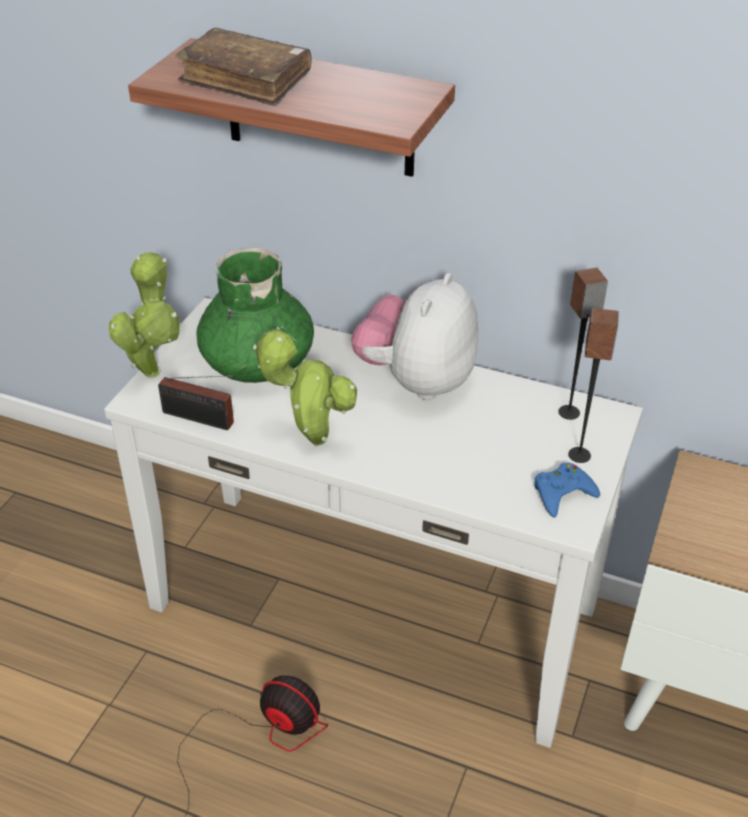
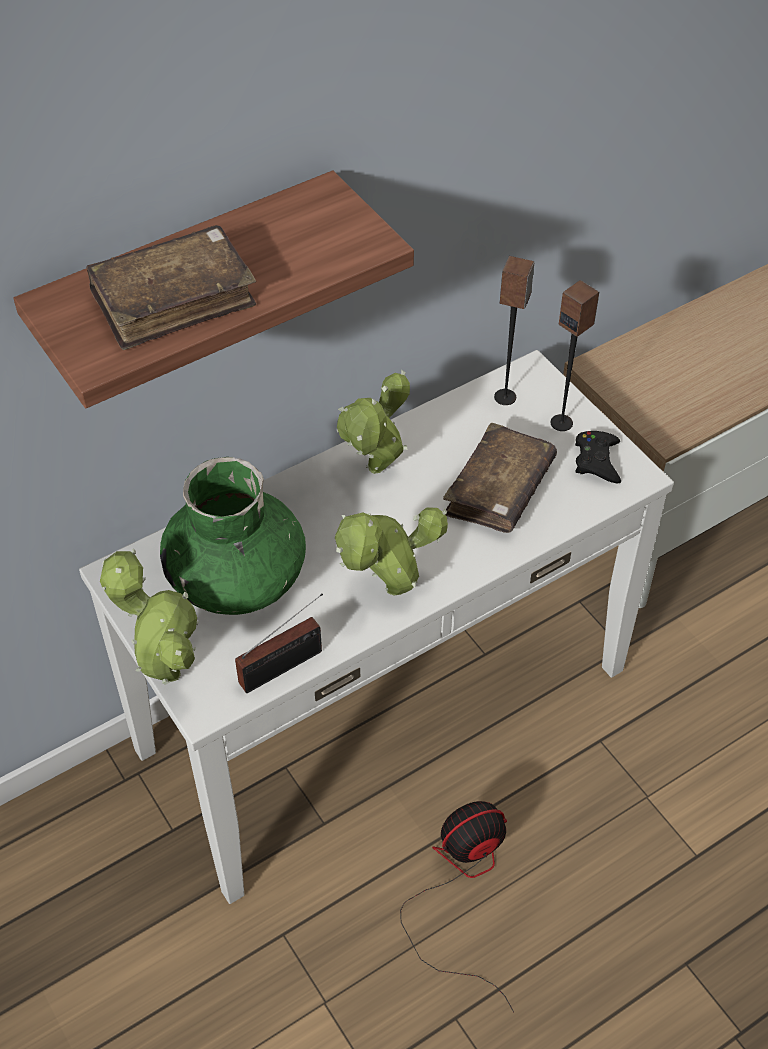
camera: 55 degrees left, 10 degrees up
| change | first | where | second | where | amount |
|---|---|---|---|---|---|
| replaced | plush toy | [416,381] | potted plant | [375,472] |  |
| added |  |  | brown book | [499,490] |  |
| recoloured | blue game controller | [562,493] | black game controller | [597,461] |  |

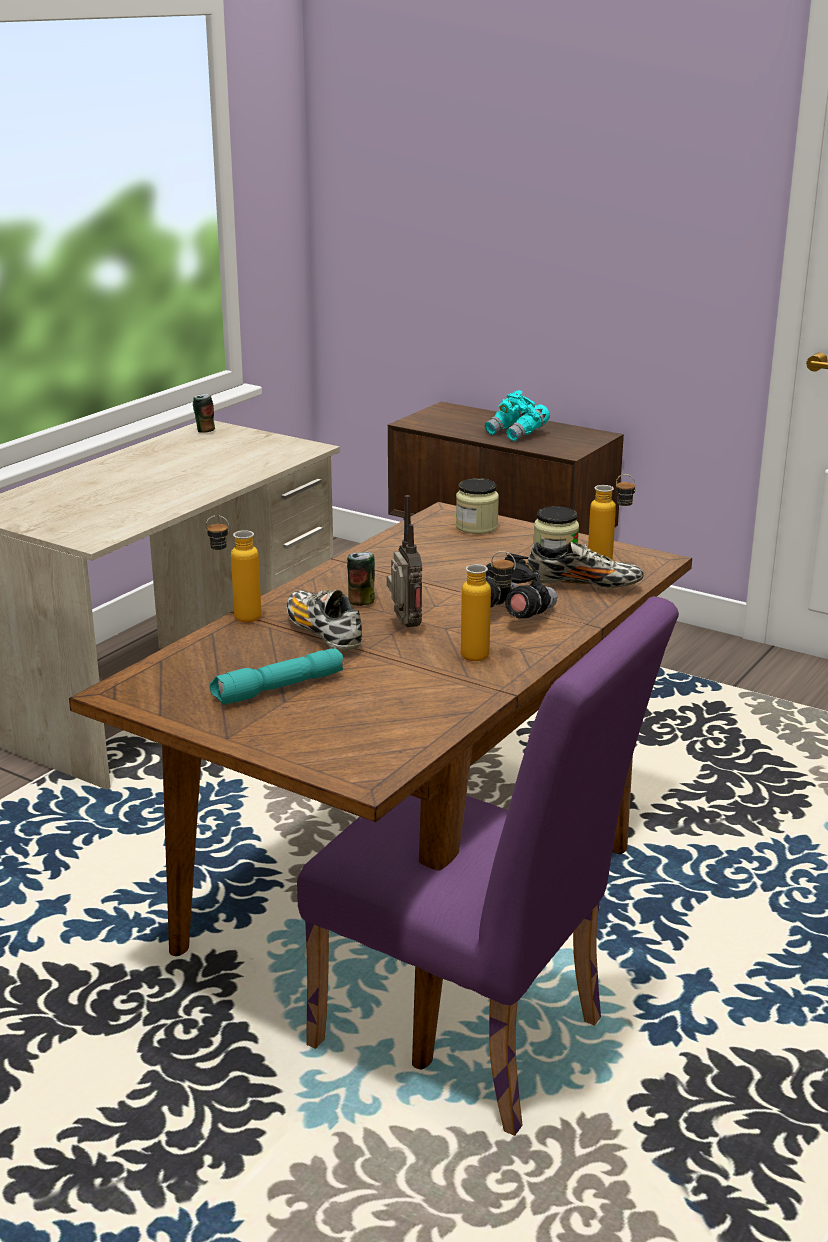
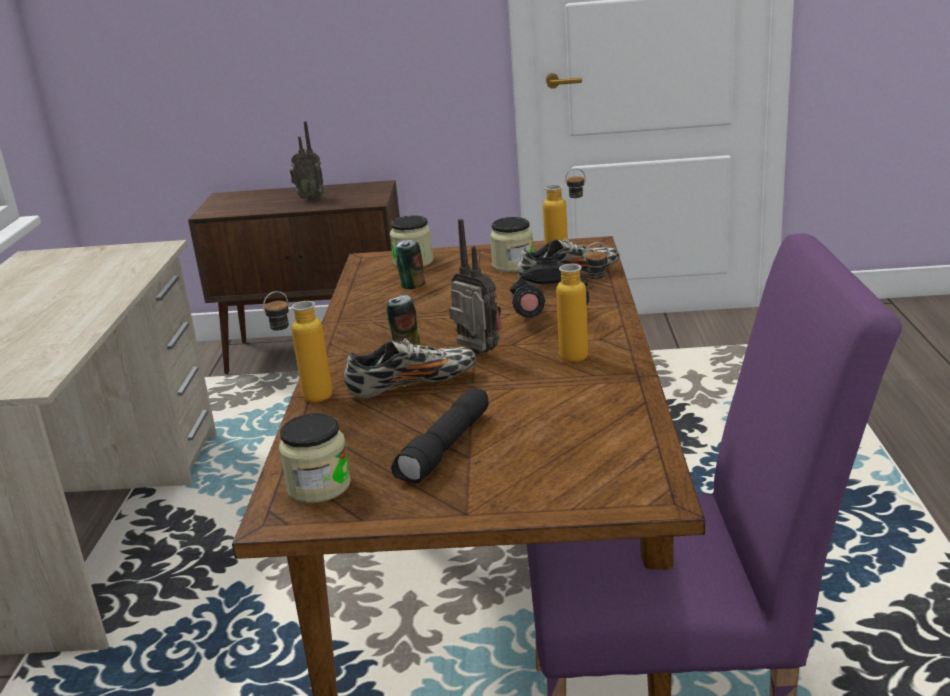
camera: 30 degrees left, 0 degrees up
| change | first | where | second | where | amount |
|---|---|---|---|---|---|
| added |  |  | jar | [319,486] |  |
| replaced | turquoise binoculars | [517,433] | radio | [311,199] |  |
| turned | shoe | [323,634] |  | [412,385] | 135 degrees clockwise |
| recoloured | turquoise flashlight | [278,689] | black flashlight | [446,448] |  |
| moved | can | [205,430] |  | [411,285] |  |

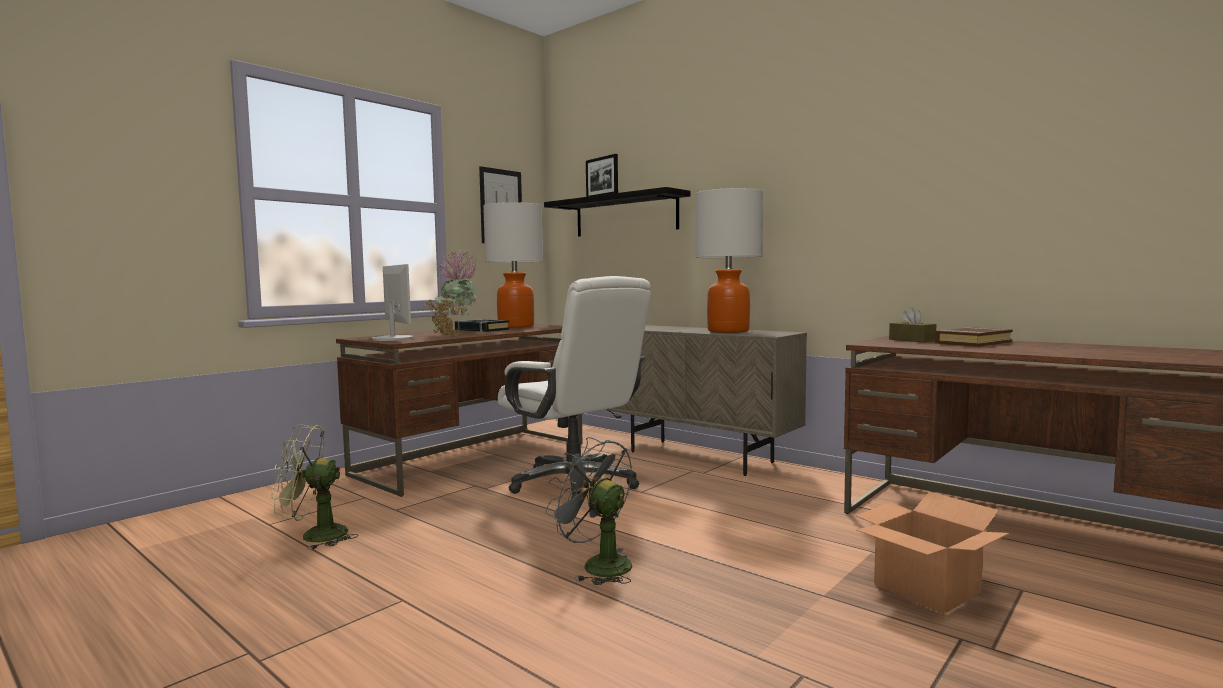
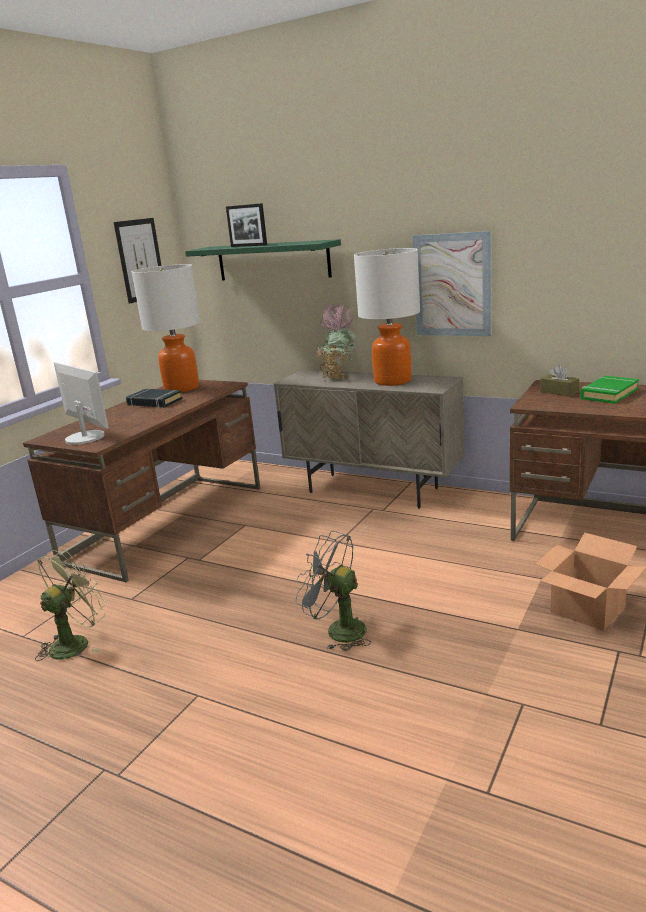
camera: 10 degrees left, 15 degrees up
| change | first | where | second | where | amount |
|---|---|---|---|---|---|
| turned | green fan | [314,536] |  | [76,643] | 150 degrees clockwise |
| recoloured | black shelf | [625,215] | green shelf | [272,261] |  |
| moved | potted plant | [454,335] |  | [338,377] |  |
| added |  |  | picture | [452,285] |  |
| recoloured | brown book | [972,343] | green book | [608,394] |  |
| removed | white office chair | [575,484] |  |  |  |

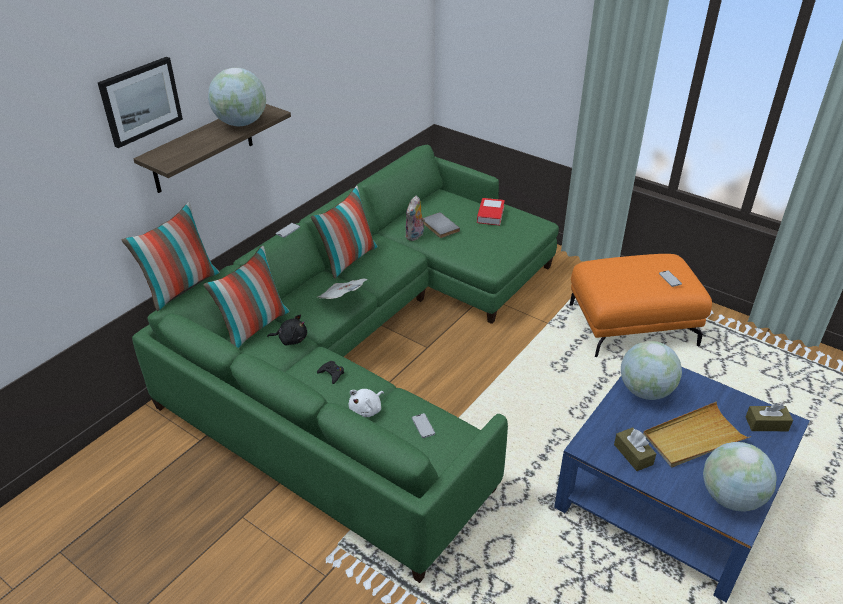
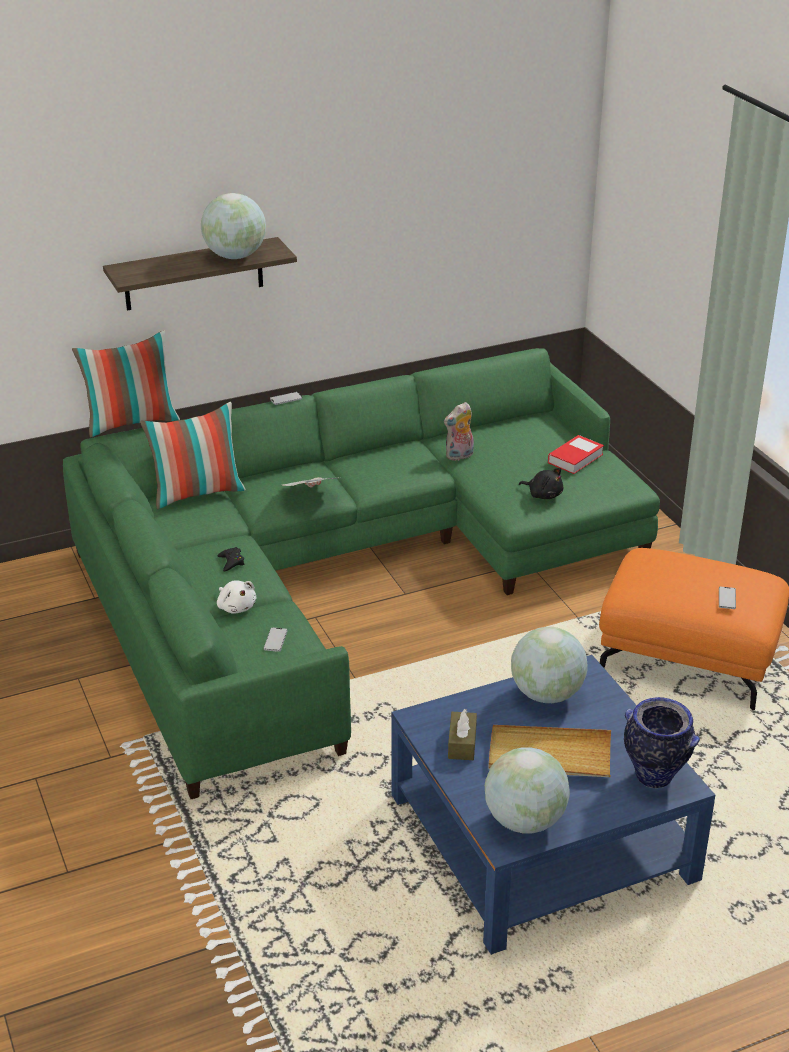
camera: 30 degrees right, 5 degrees down
| change | first | where | second | where | amount |
|---|---|---|---|---|---|
| turned | white plush toy | [367,410] |  | [236,607] | 105 degrees counterclockwise |
| moved | black plush toy | [291,339] |  | [543,494] |  |
| replaced | brown tissue box | [766,424] | vase | [655,777] |  |
| removed | picture | [140,101] |  |  |  |
| removed | pillow | [348,259] |  |  |  |
| removed | grey book | [439,227] |  |  |  |

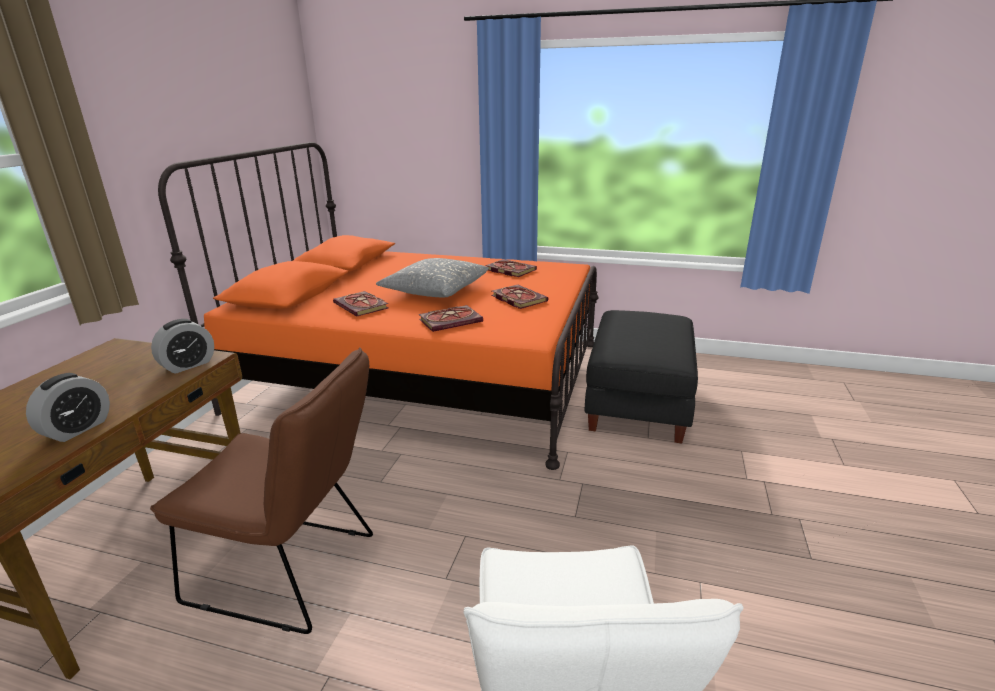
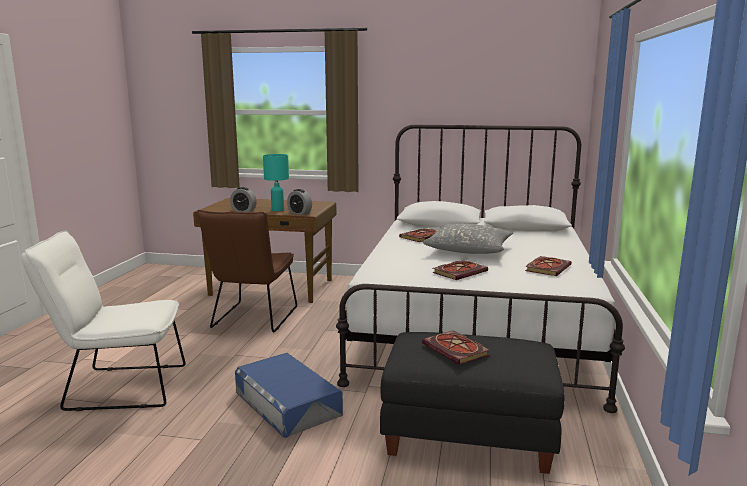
camera: 85 degrees right, 10 degrees down
| change | first | where | second | where | amount |
|---|---|---|---|---|---|
| added |  |  | blue storage box | [288,403] |  |
| added |  |  | turquoise table lamp | [277,210] |  |
| recoloured | orange bed | [424,376] | white bed | [476,329] |  |
| moved | book | [451,320] |  | [457,350] |  |

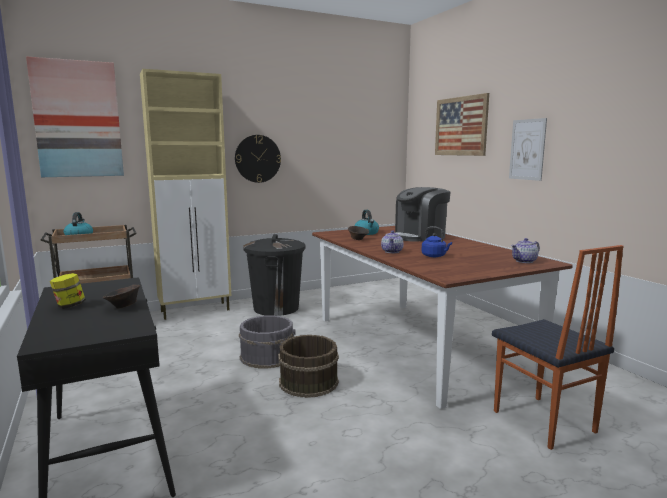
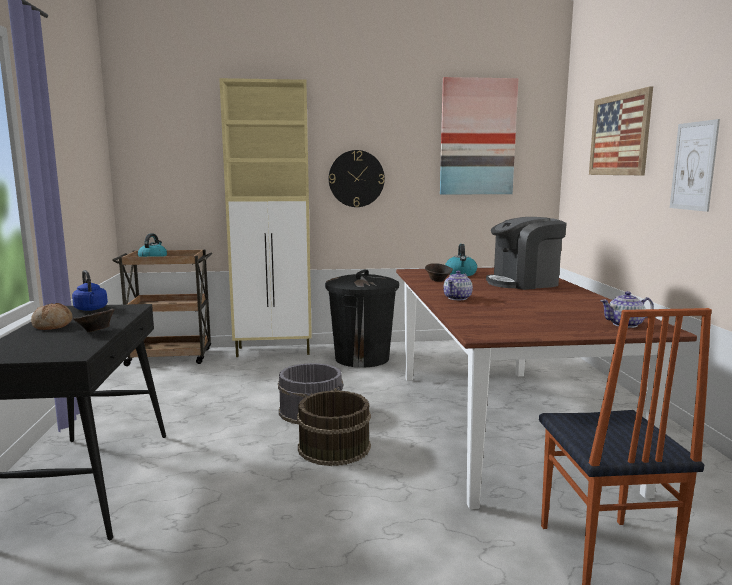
camera: 20 degrees right, 0 degrees up
| change | first | where | second | where | amount |
|---|---|---|---|---|---|
| replaced | jar | [69,306] | bread | [53,325] |  |
| moved | blue kettle | [435,256] |  | [91,309] |  |
| moved | picture | [77,119] |  | [477,137] |  |

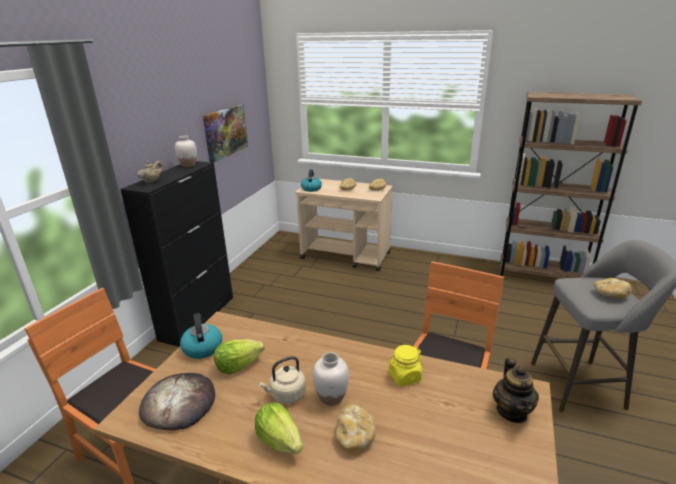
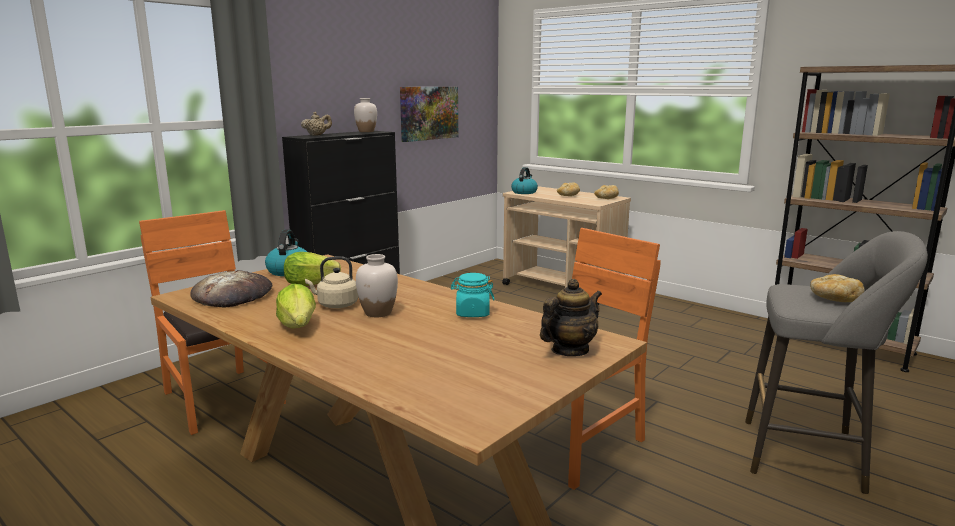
camera: 20 degrees right, 10 degrees down
| change | first | where | second | where | amount |
|---|---|---|---|---|---|
| recoloured | yellow jar | [404,377] | turquoise jar | [472,313] |  |
| turned | teapot | [512,411] |  | [569,350] | 150 degrees counterclockwise |
| removed | bread | [355,436] |  |  |  |

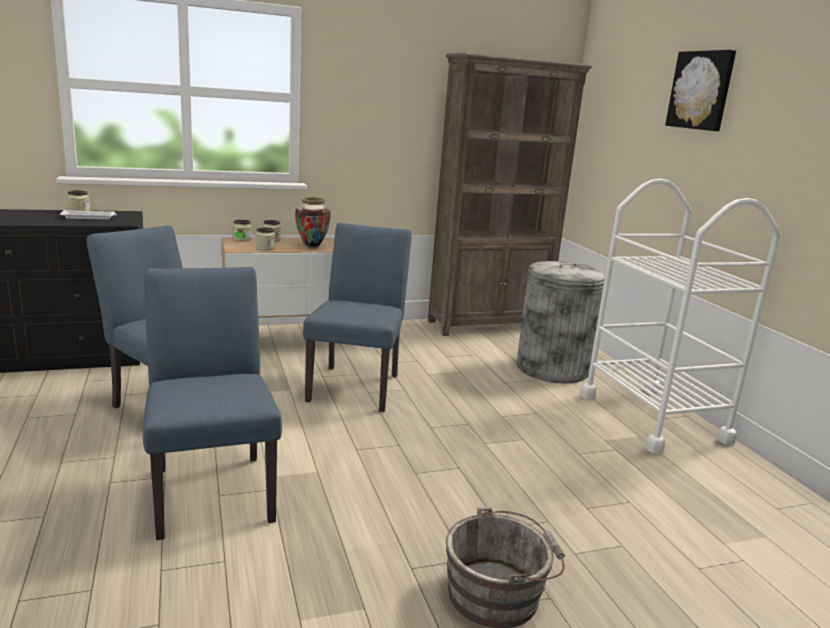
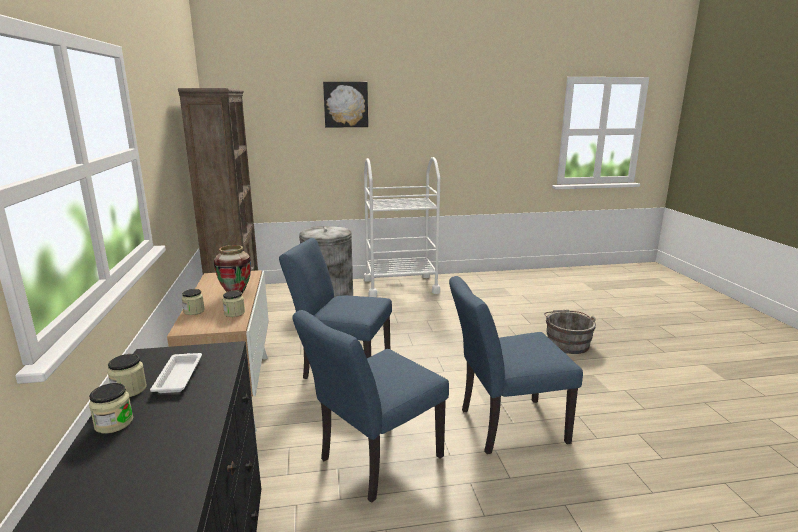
camera: 80 degrees left, 0 degrees up
| change | first | where | second | where | amount |
|---|---|---|---|---|---|
| moved | jar | [242,239] |  | [114,423] |  |

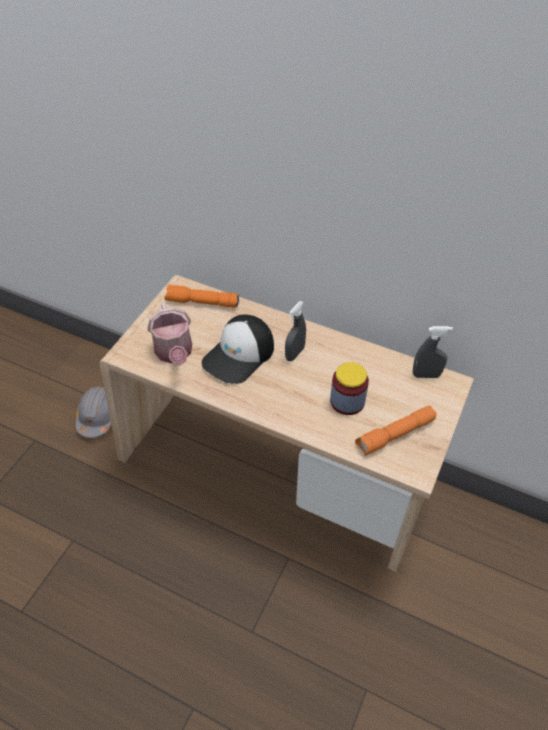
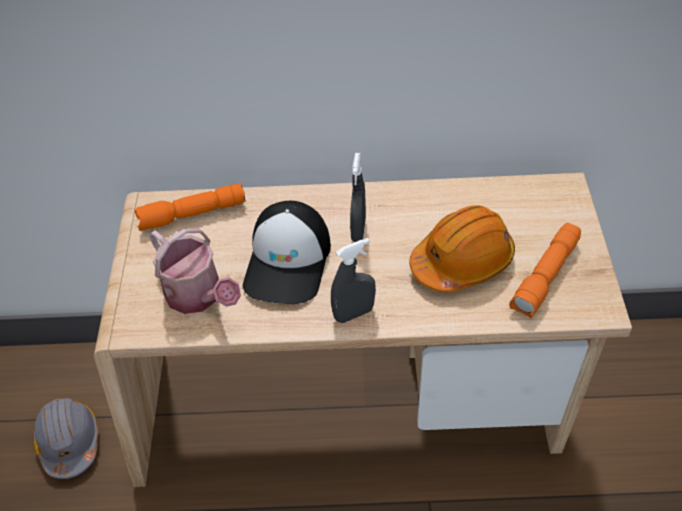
camera: 25 degrees left, 0 degrees up
| change | first | where | second | where | amount |
|---|---|---|---|---|---|
| moved | grey spray bottle | [426,375] |  | [354,313] |  |
| replaced | jar | [347,401] | orange hard hat | [462,261] |  |

